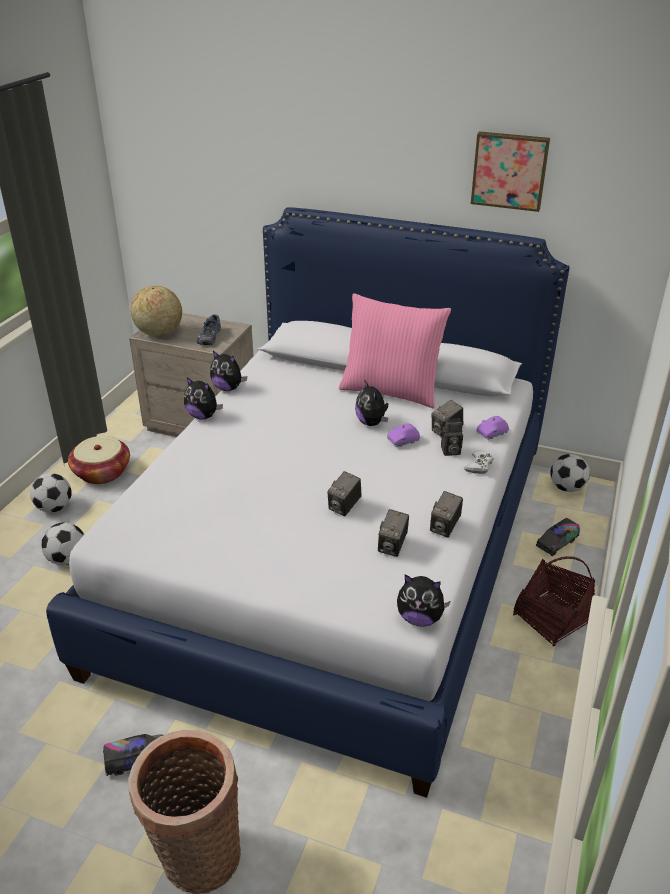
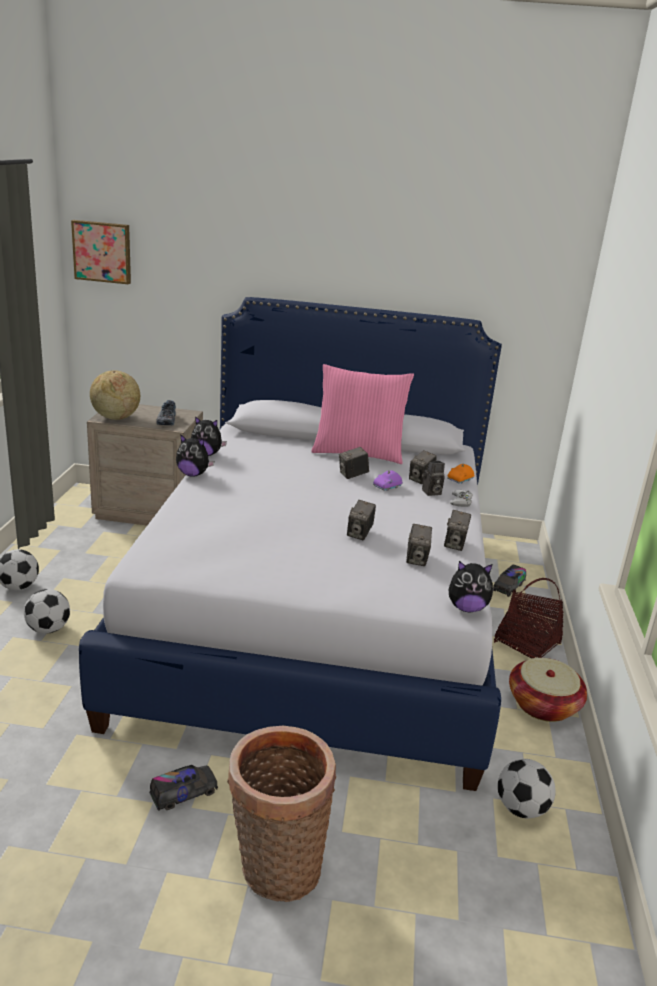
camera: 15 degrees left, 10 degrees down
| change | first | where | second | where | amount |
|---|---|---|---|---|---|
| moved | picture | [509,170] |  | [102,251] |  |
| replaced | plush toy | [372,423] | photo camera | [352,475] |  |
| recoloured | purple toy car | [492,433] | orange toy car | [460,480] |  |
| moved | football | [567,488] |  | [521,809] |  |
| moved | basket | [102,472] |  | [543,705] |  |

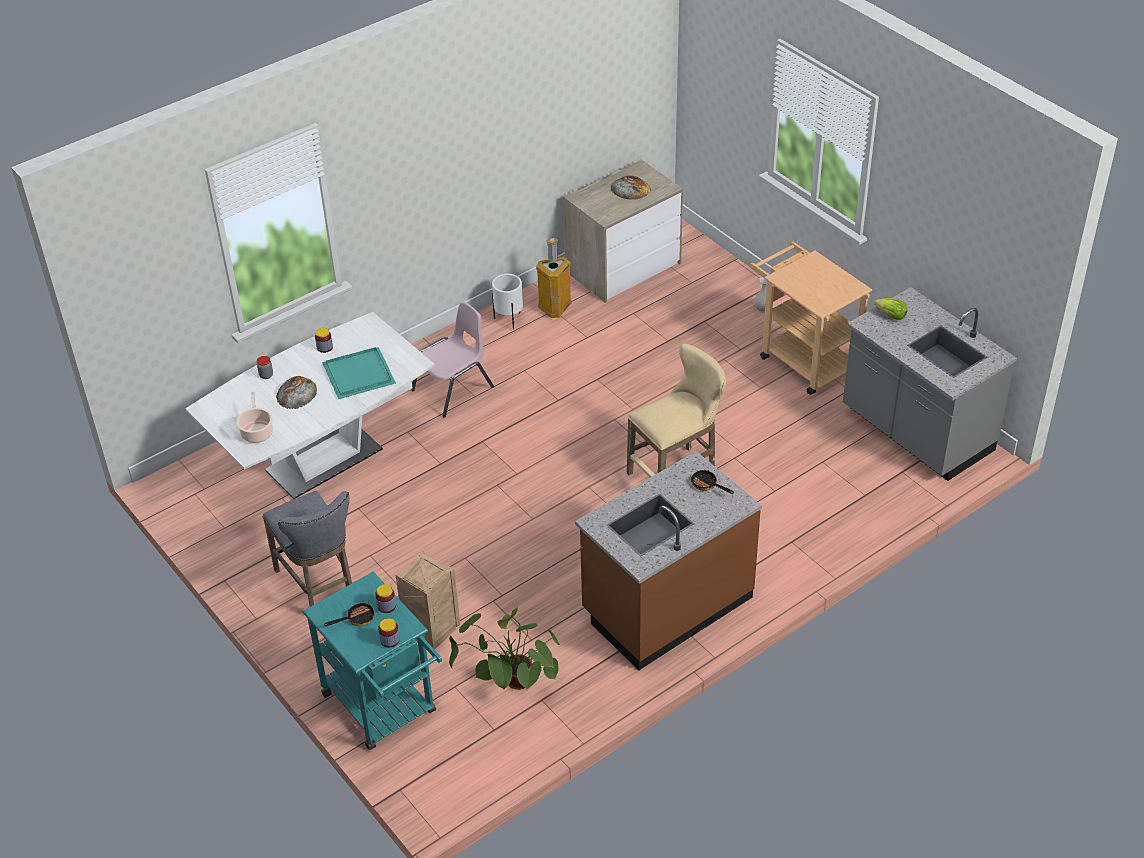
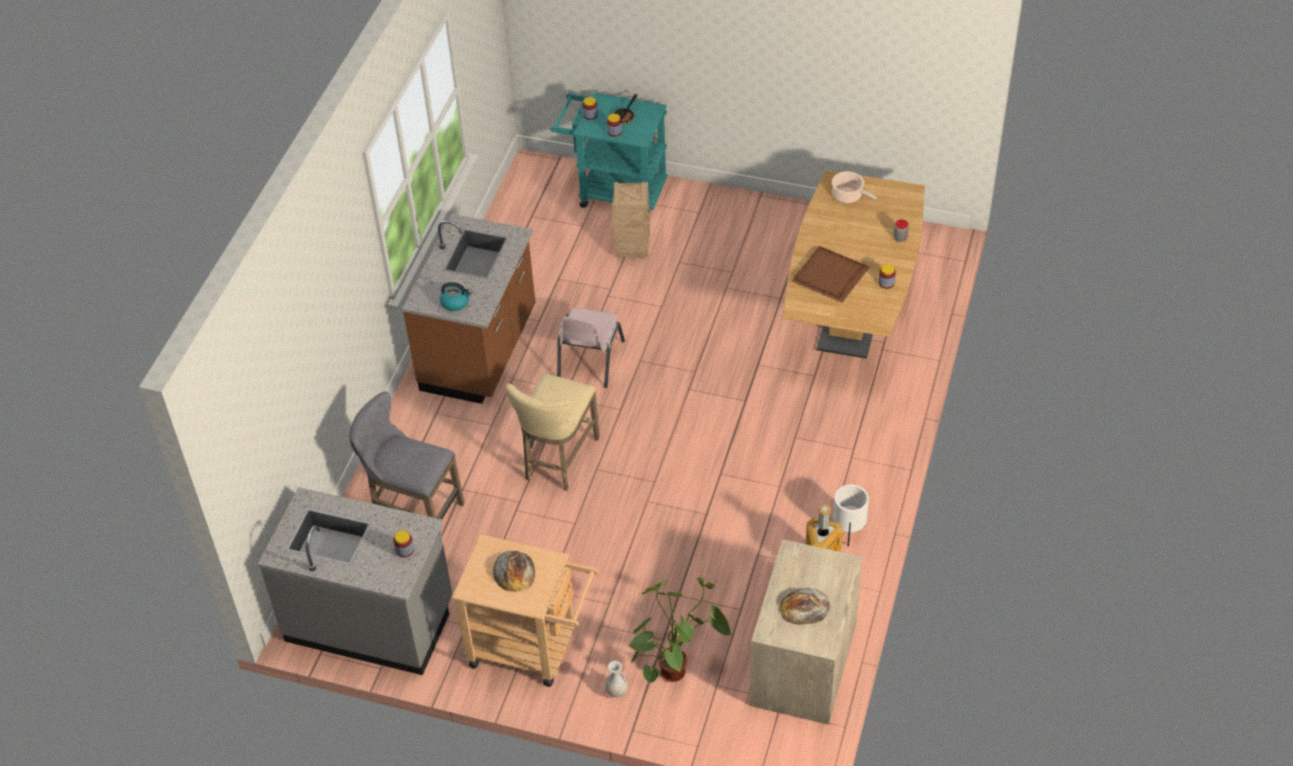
camera: 145 degrees right, 5 degrees up
| change | first | where | second | where | amount |
|---|---|---|---|---|---|
| moved | grey stool | [319,586] |  | [413,512] |  |
| replaced | lettuce | [891,316] | jar | [404,550] |  |
| replaced | frying pan | [707,485] | kettle | [455,302] |  |
| moved | bread | [296,393] |  | [514,571] |  |
| moved | pink chair | [453,389] |  | [589,360] |  |
| moved | potted plant | [509,688] |  | [674,661] |  |
| recoloured | white dining table | [324,460] | brown dining table | [850,318] |  |
| recoloured | turquoise tray | [357,374] | brown tray | [832,275] |  |

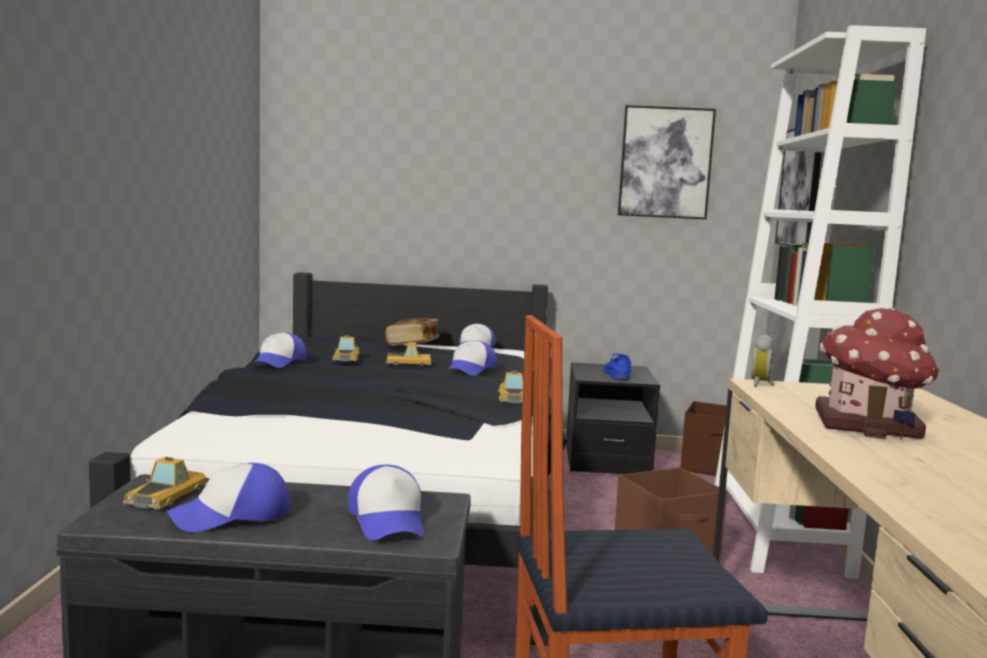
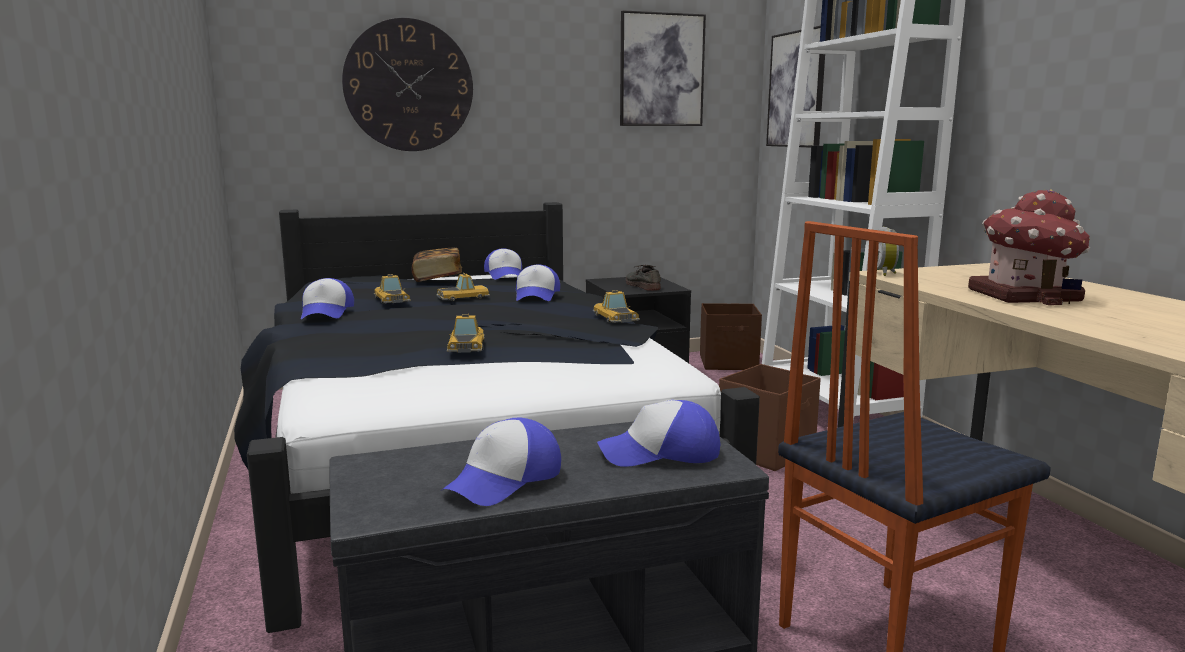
camera: 20 degrees left, 5 degrees up
| change | first | where | second | where | amount |
|---|---|---|---|---|---|
| added |  |  | wall clock | [408,85] |  |
| moved | toy car | [168,495] |  | [466,345] |  |
| turned | cap | [388,520] |  | [660,453] | 120 degrees clockwise |
| recoloured | blue shoe | [616,374] | grey shoe | [641,285] |  |

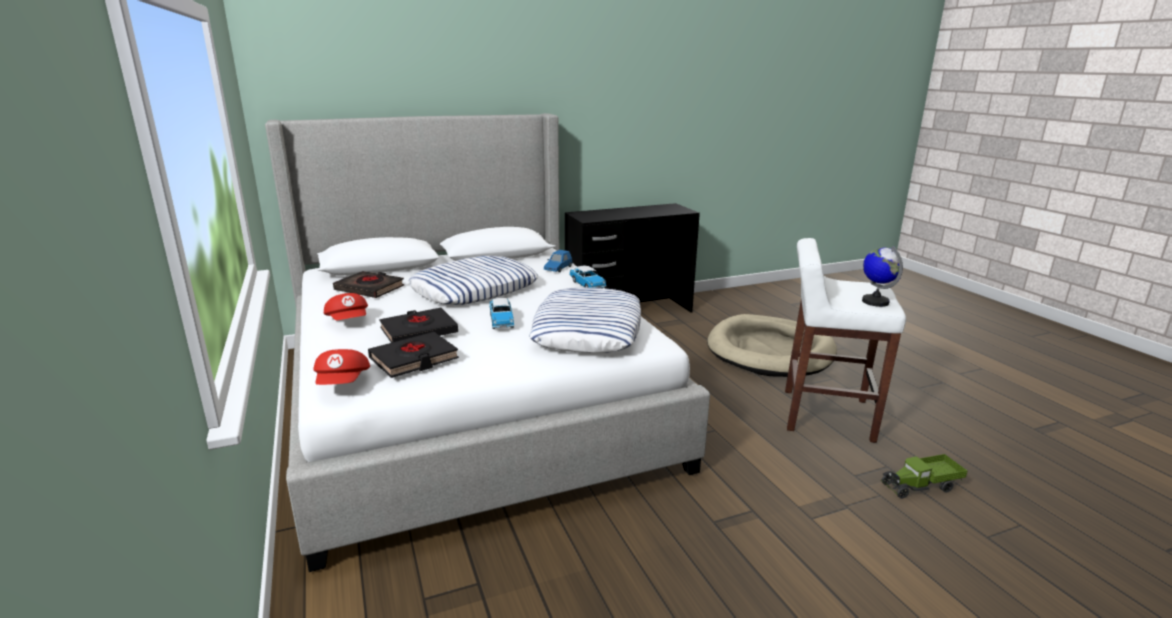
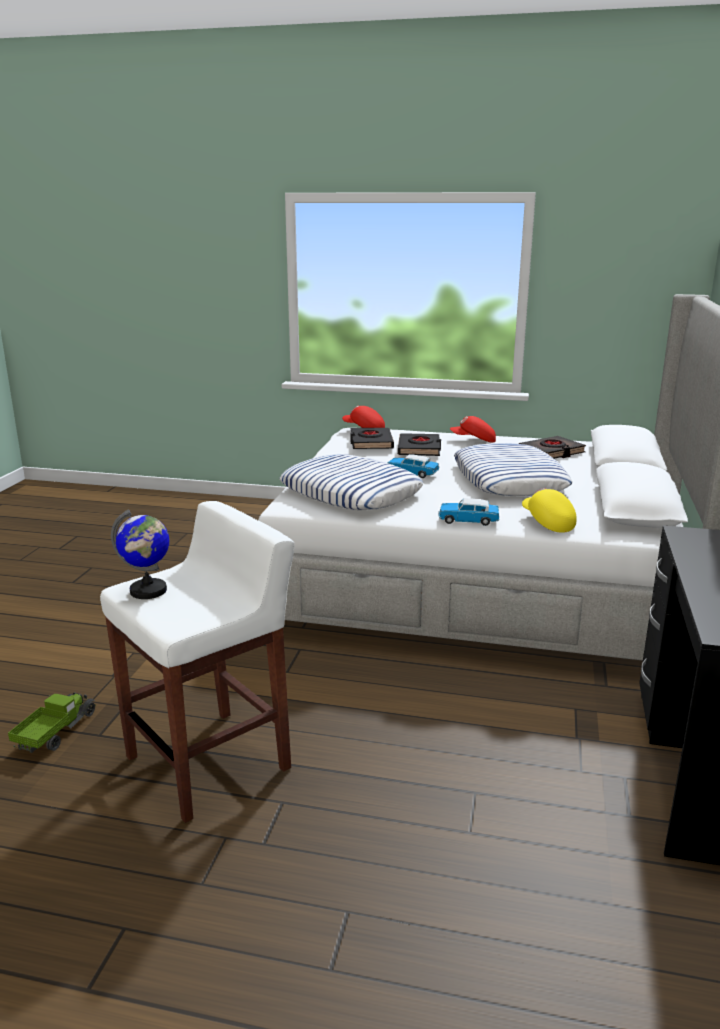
camera: 125 degrees right, 0 degrees up
| change | first | where | second | where | amount |
|---|---|---|---|---|---|
| replaced | blue toy car | [558,268] | yellow cap | [547,522] |  |
| removed | beige dog bed | [770,351] |  |  |  |

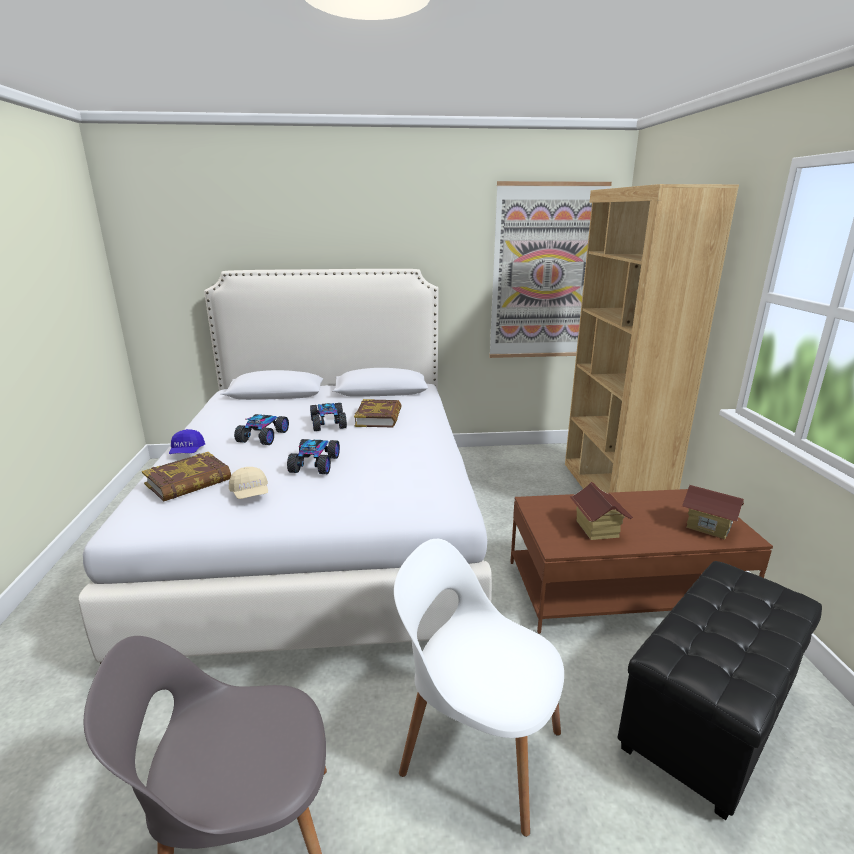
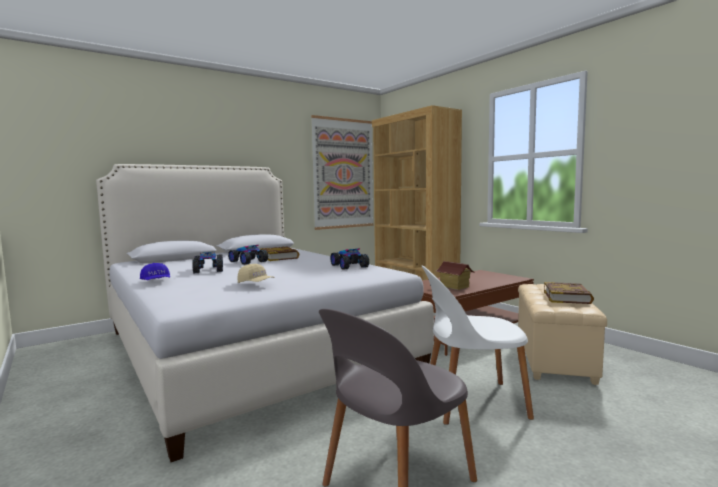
camera: 30 degrees left, 15 degrees down
| change | first | where | second | where | amount |
|---|---|---|---|---|---|
| moved | toy car | [316,464] |  | [350,266] |  |
| recoloured | black ottoman | [711,717] | beige ottoman | [554,359] |  |
| moved | book | [189,482] |  | [567,297] |  |
| removed | toy house | [708,527] |  |  |  |

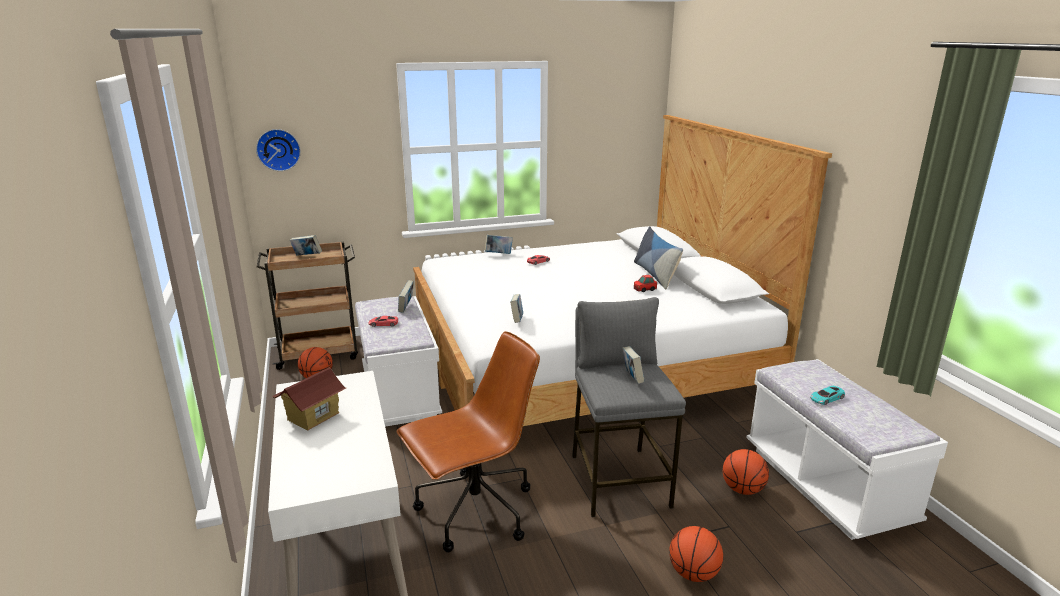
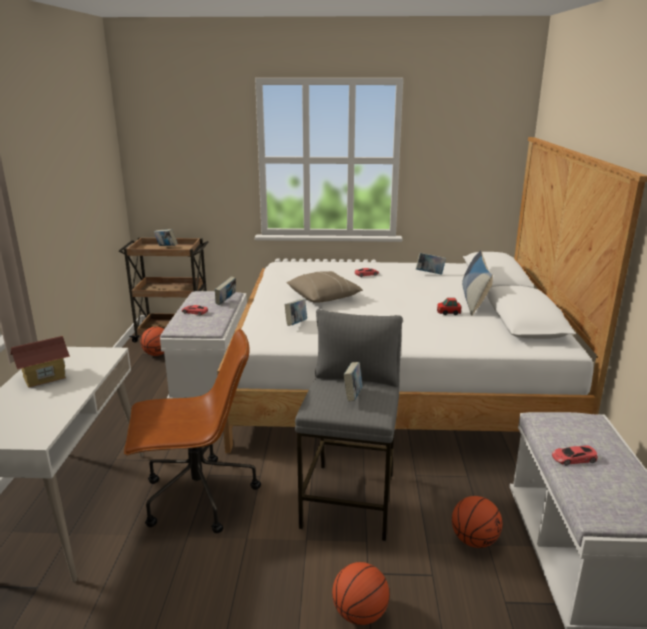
camera: 20 degrees right, 0 degrees up
| change | first | where | second | where | amount |
|---|---|---|---|---|---|
| added |  |  | beige pillow | [324,297] |  |
| moved | book | [498,254] |  | [430,274] |  |
| recoloured | turquoise toy car | [826,398] | red toy car | [573,458] |  |
| removed | wall clock | [278,149] |  |  |  |

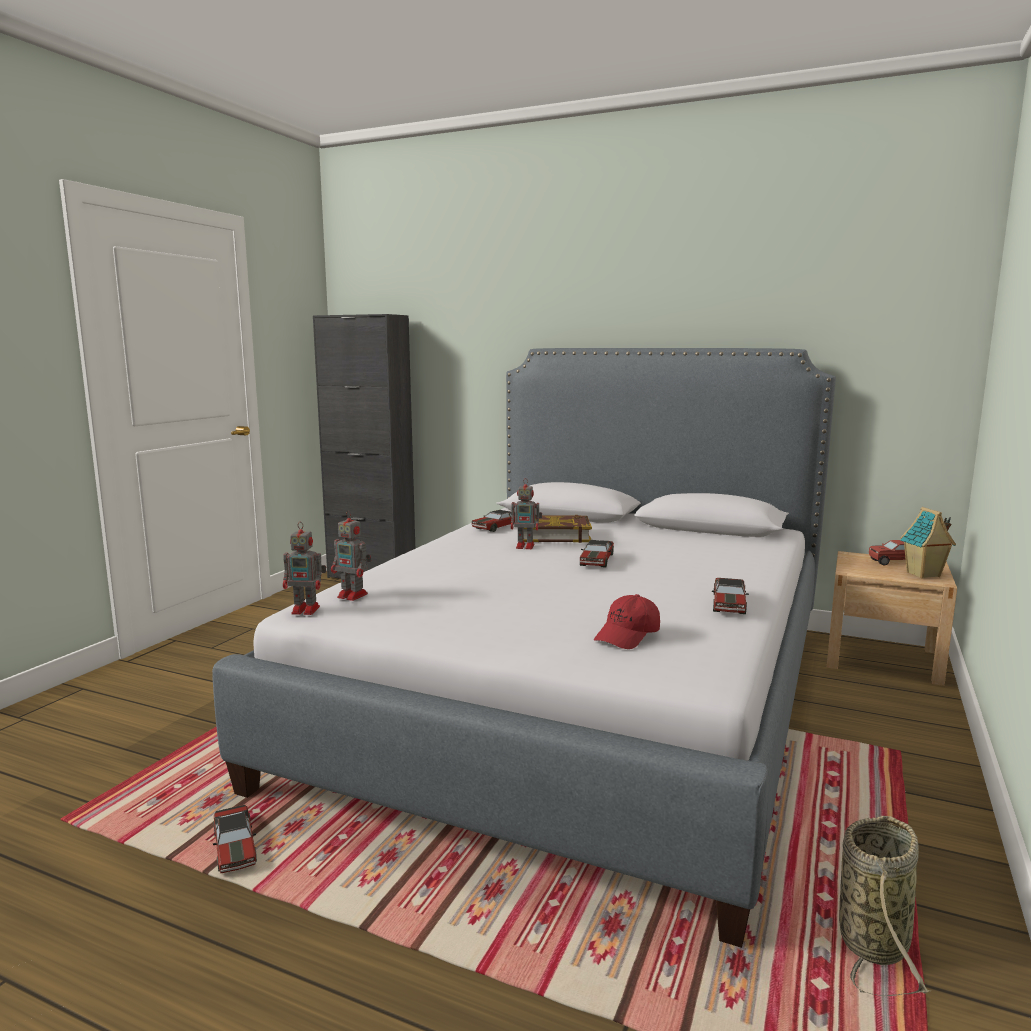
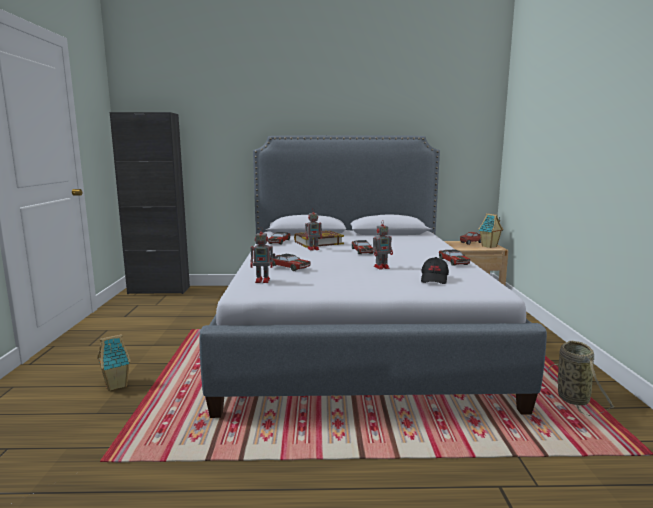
camera: 25 degrees left, 0 degrees up
| change | first | where | second | where | amount |
|---|---|---|---|---|---|
| added |  |  | toy house | [117,385] |  |
| moved | toy car | [235,848] |  | [289,267] |  |
| moved | toy robot | [307,610] |  | [382,267] |  |
| recoloured | red cap | [628,636] | black cap | [434,279] |  |

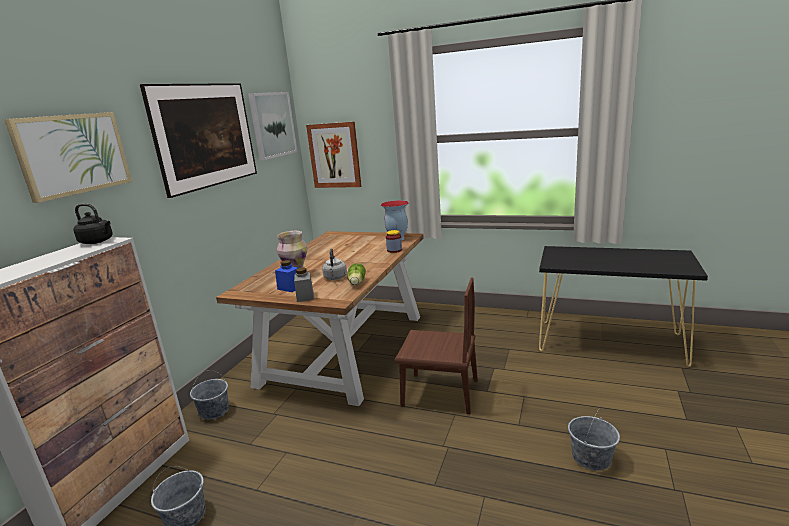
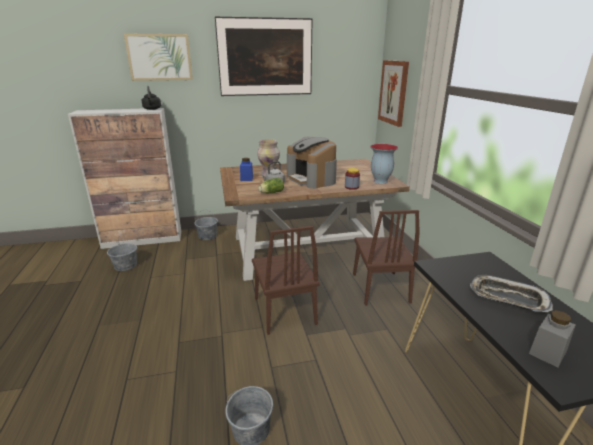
camera: 55 degrees right, 5 degrees up
| change | first | where | second | where | amount |
|---|---|---|---|---|---|
| added |  |  | coffee machine | [312,179] |  |
| added |  |  | brown chair | [380,287] |  |
| added |  |  | tray | [507,298] |  |
| moved | grey jar | [305,296] |  | [548,352] |  |
| removed | picture | [272,125] |  |  |  |

